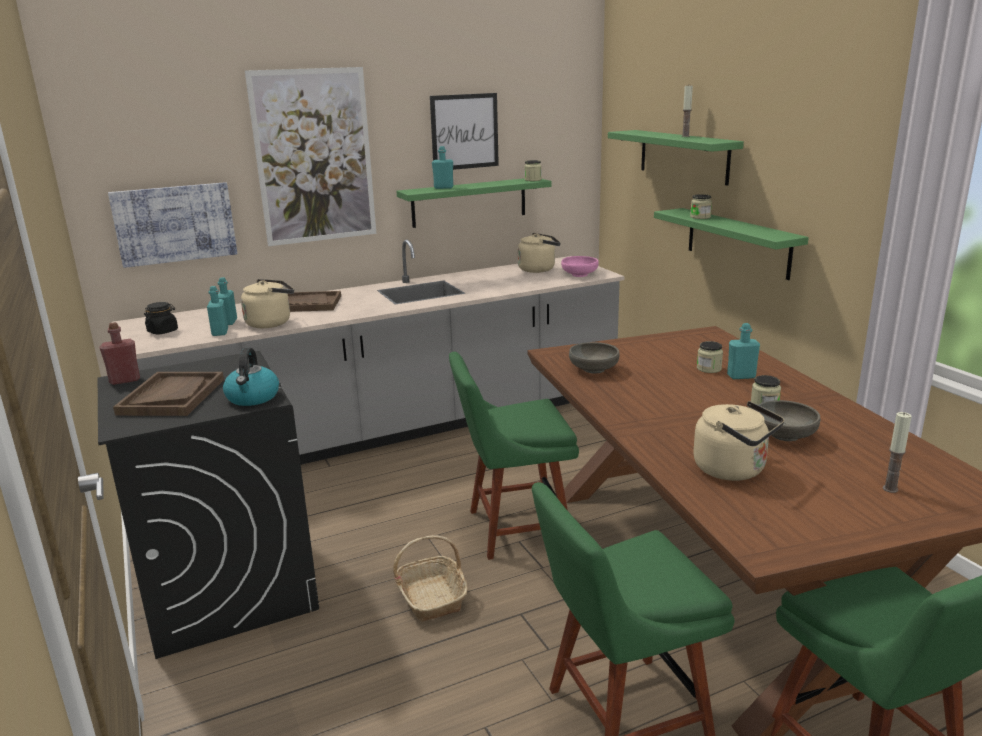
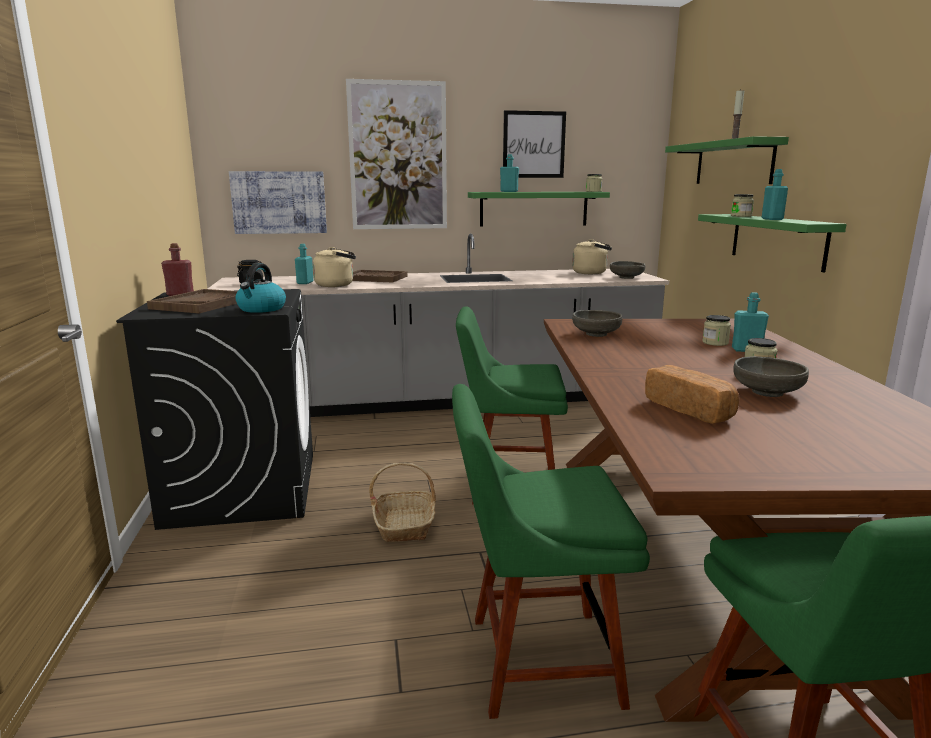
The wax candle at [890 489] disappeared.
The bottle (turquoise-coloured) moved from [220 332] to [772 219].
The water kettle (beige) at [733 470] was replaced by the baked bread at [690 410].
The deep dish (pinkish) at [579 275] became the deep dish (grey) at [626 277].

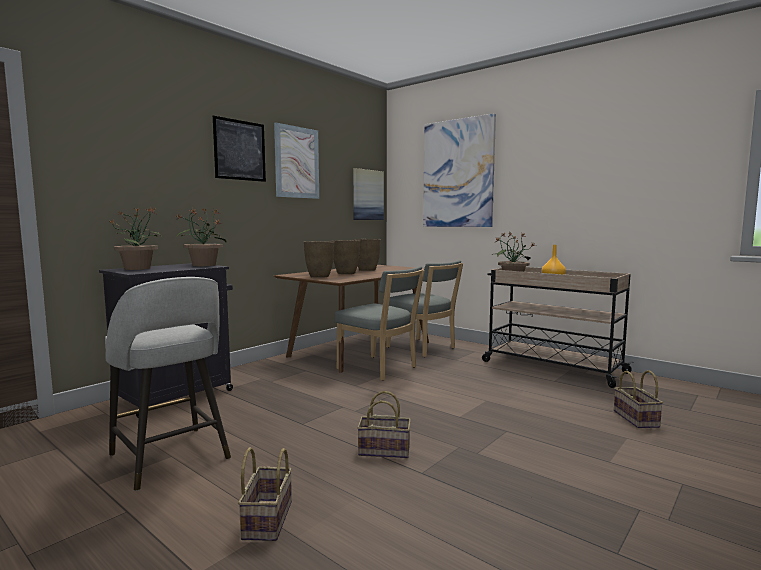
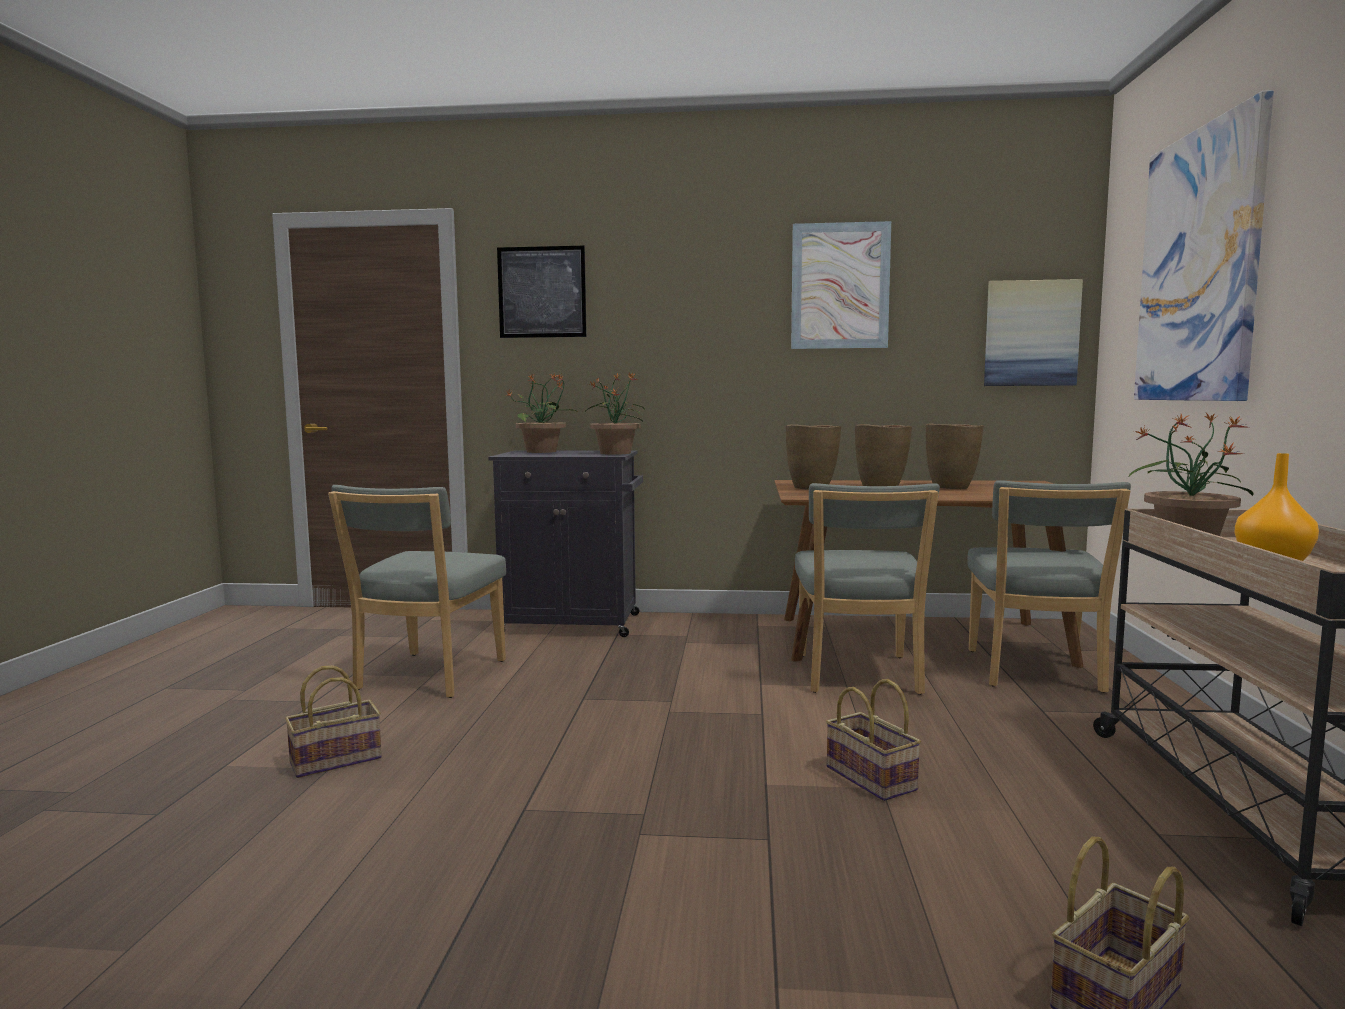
The wall art moved from [240 150] to [542 292].
The basket moved from [385 450] to [873 779].
The stool (grey) at [171 458] was replaced by the upright chair (grey) at [427 677].

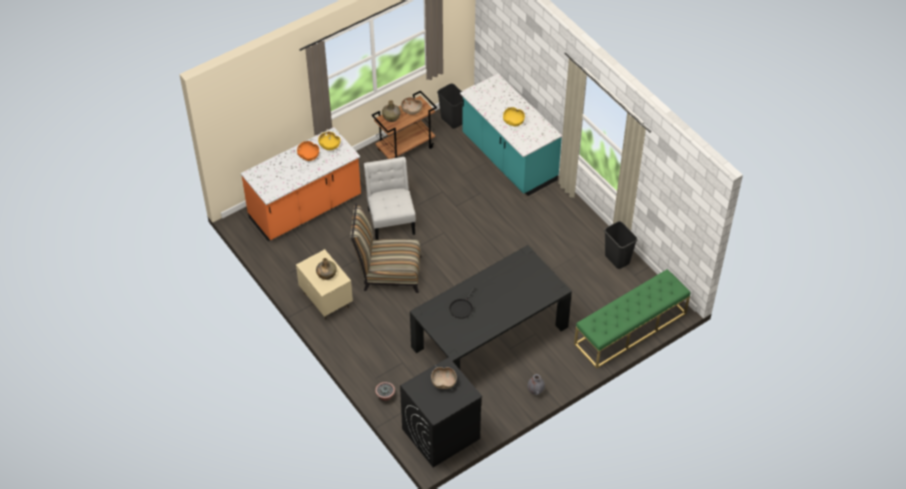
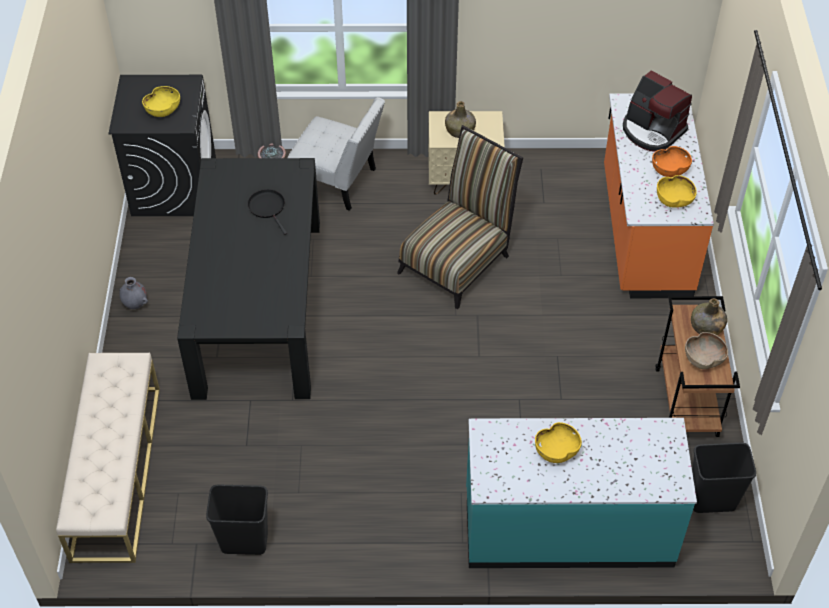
The coffee machine at [652 130] appeared.
The upright chair (white) moved from [391 219] to [338 182].
The deep dish (brownish) at [444 382] became the deep dish (yellowish) at [163 110].
The indoor bench (greenish) at [630 329] became the indoor bench (beige) at [116 471].

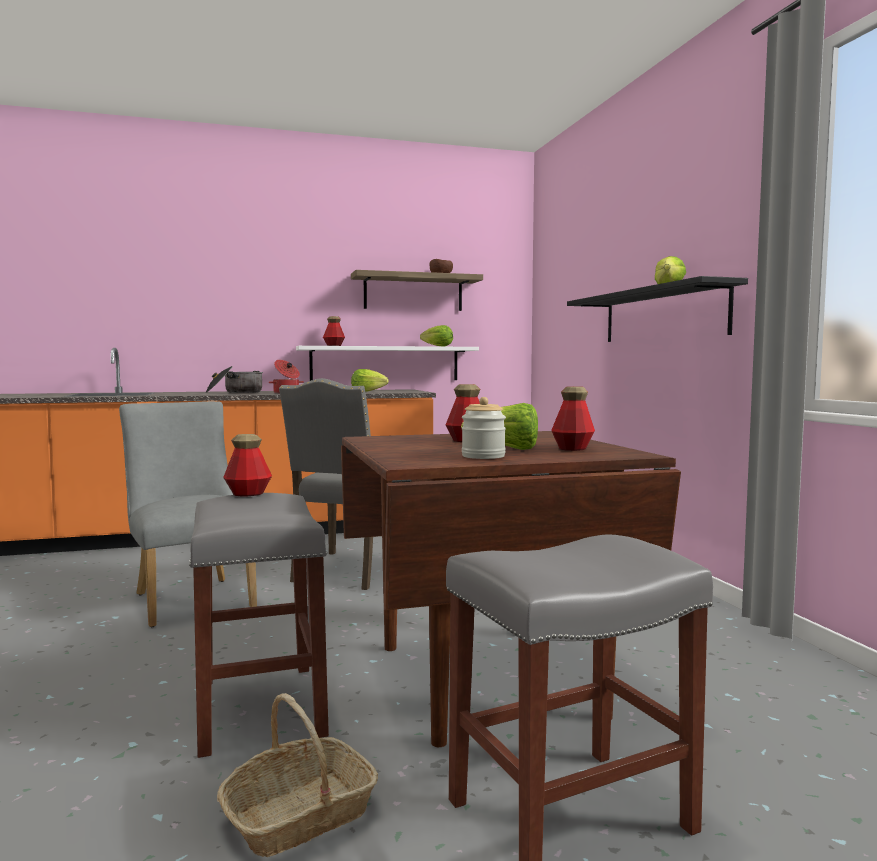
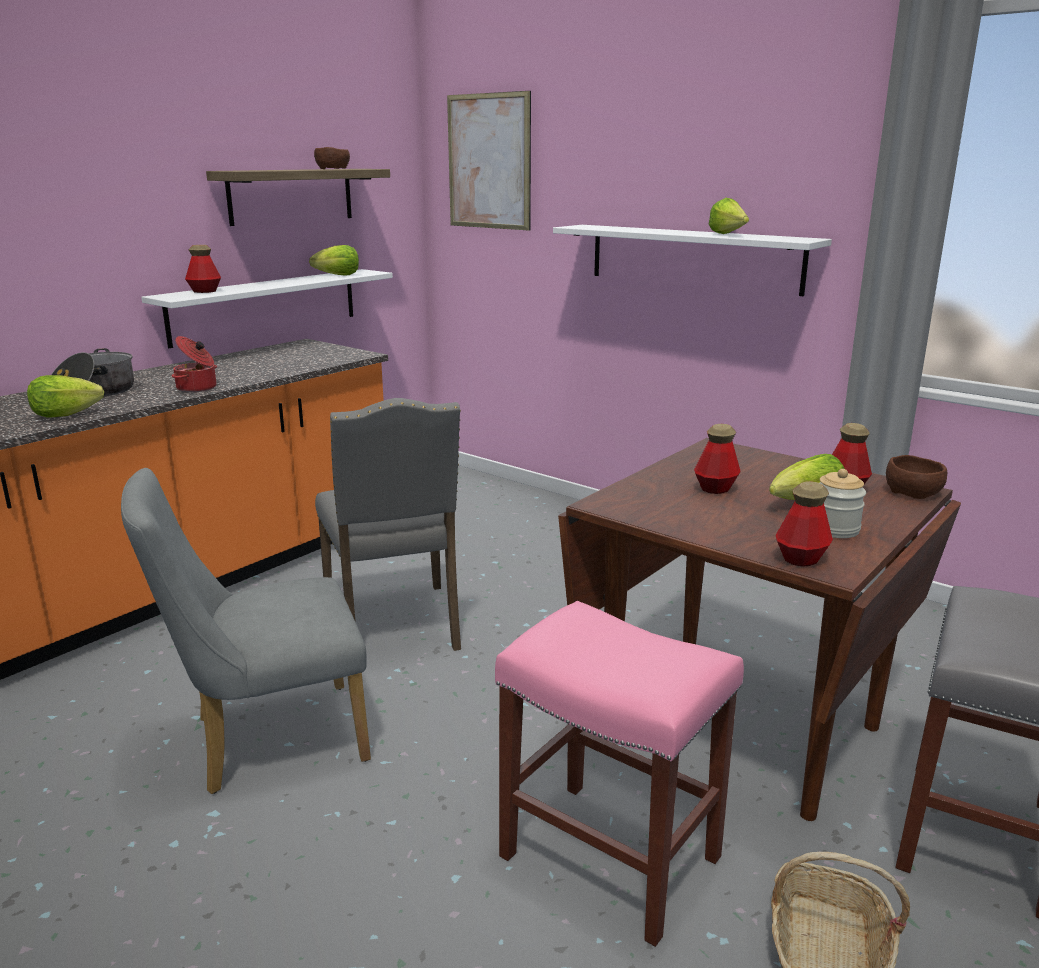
The wall art at [489 162] appeared.
The deep dish (brownish) at [914 492] appeared.
The bottle moved from [248 494] to [801 558].
The head of lettuce moved from [367 391] to [65 415].
The stool (grey) at [258 706] became the stool (pinkish) at [606 856].
The bracket shelf (black-coloured) at [662 315] became the bracket shelf (white) at [693 258].
The upright chair (grey) at [190 598] turned 45 degrees counterclockwise.

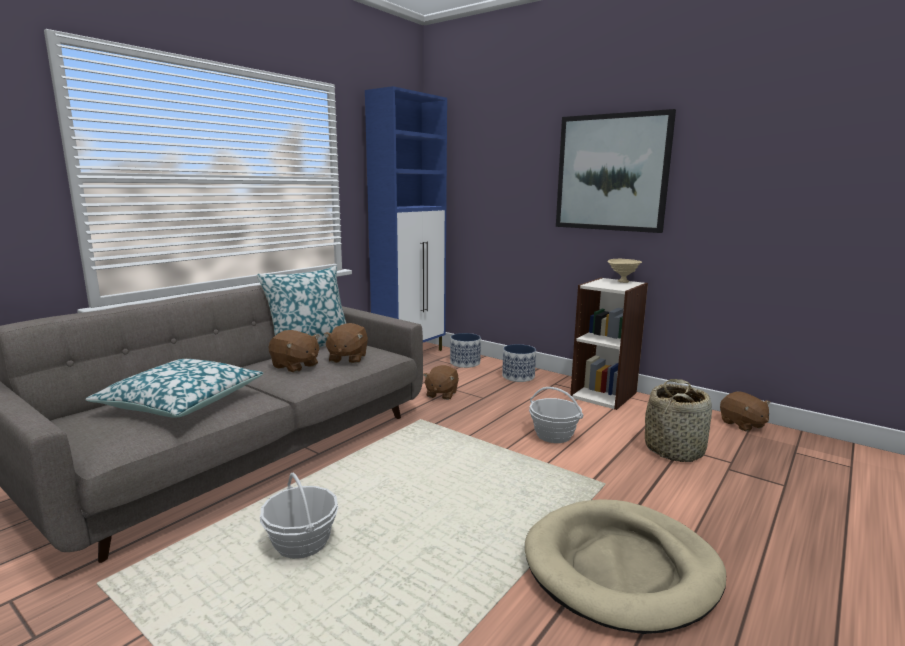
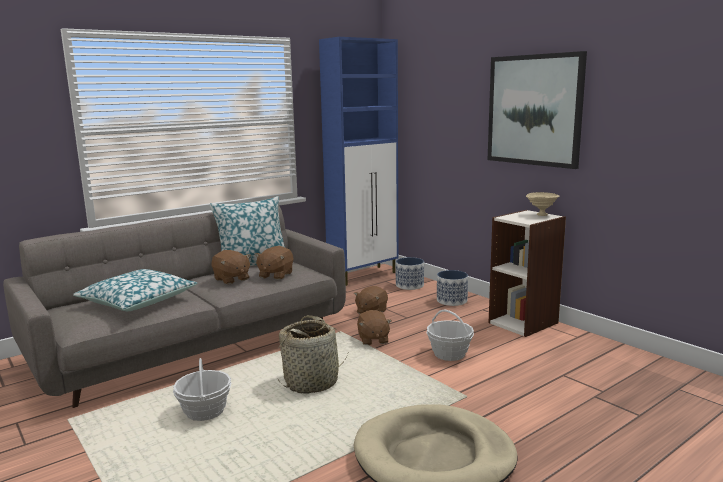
The basket moved from [674 450] to [312 382].
The soft toy (brownish) moved from [742 424] to [373 339].

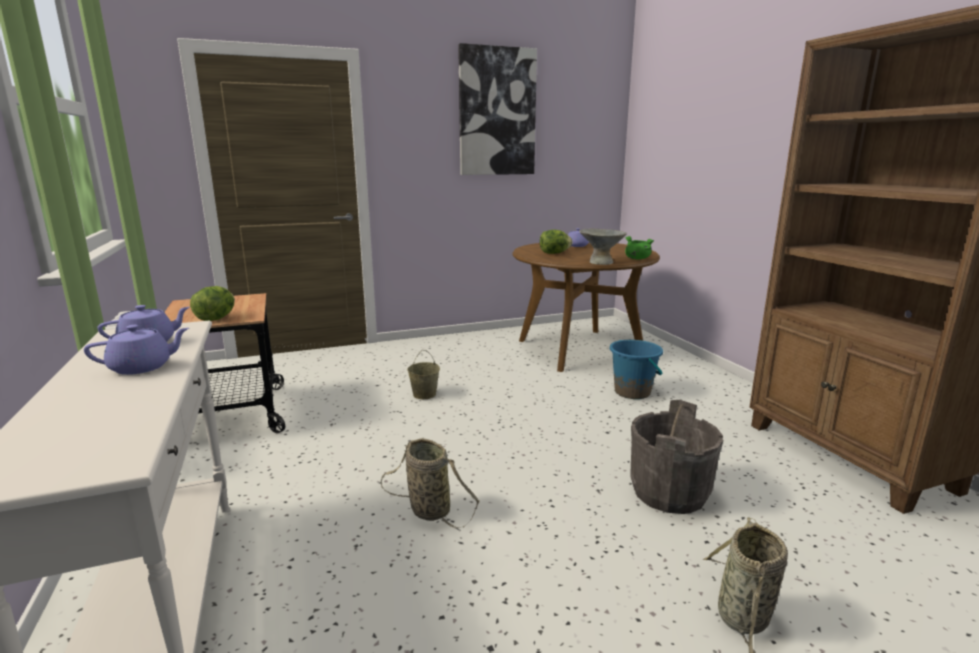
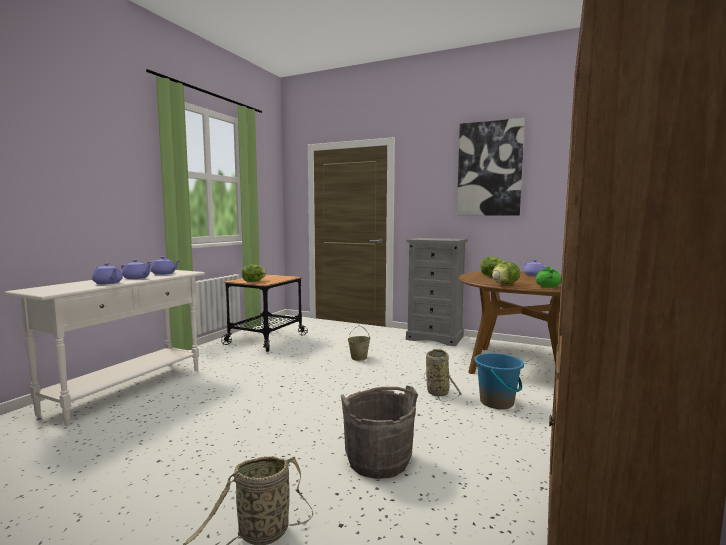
The teapot (purple) at [108 283] appeared.
The chest of drawers (grey) at [435 338] appeared.
The basket moved from [427 509] to [437 392].
The deep dish (grey) at [601 262] was replaced by the head of lettuce at [504 284].

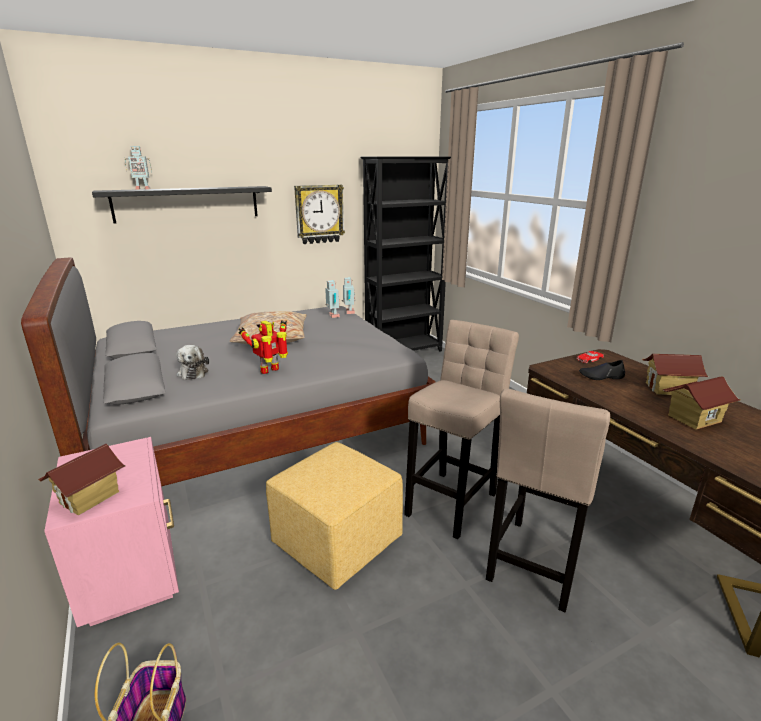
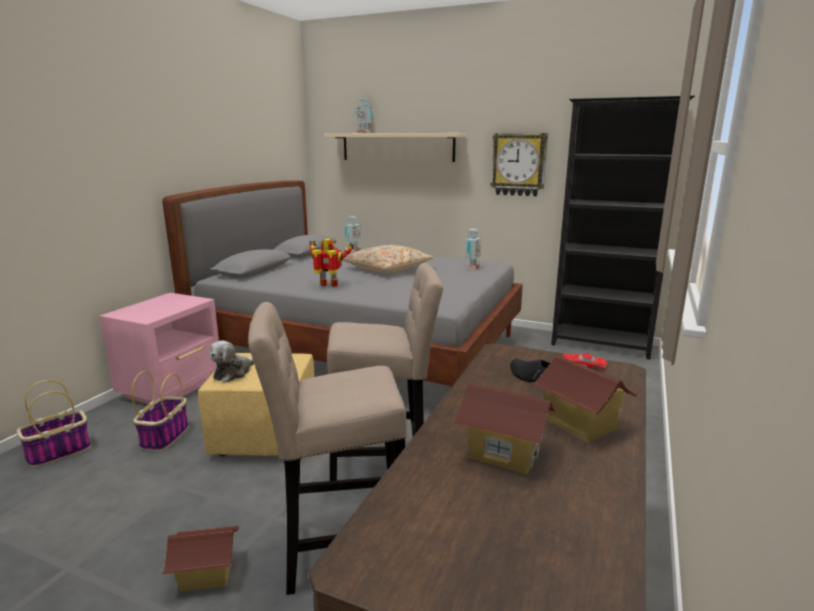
The basket at [165 436] appeared.
The toy house moved from [90 497] to [206 575].
The soft toy moved from [193 372] to [234 372].
The toy robot moved from [348 312] to [353 250].
The bracket shelf (black-coloured) at [187 204] became the bracket shelf (beige) at [397 147].

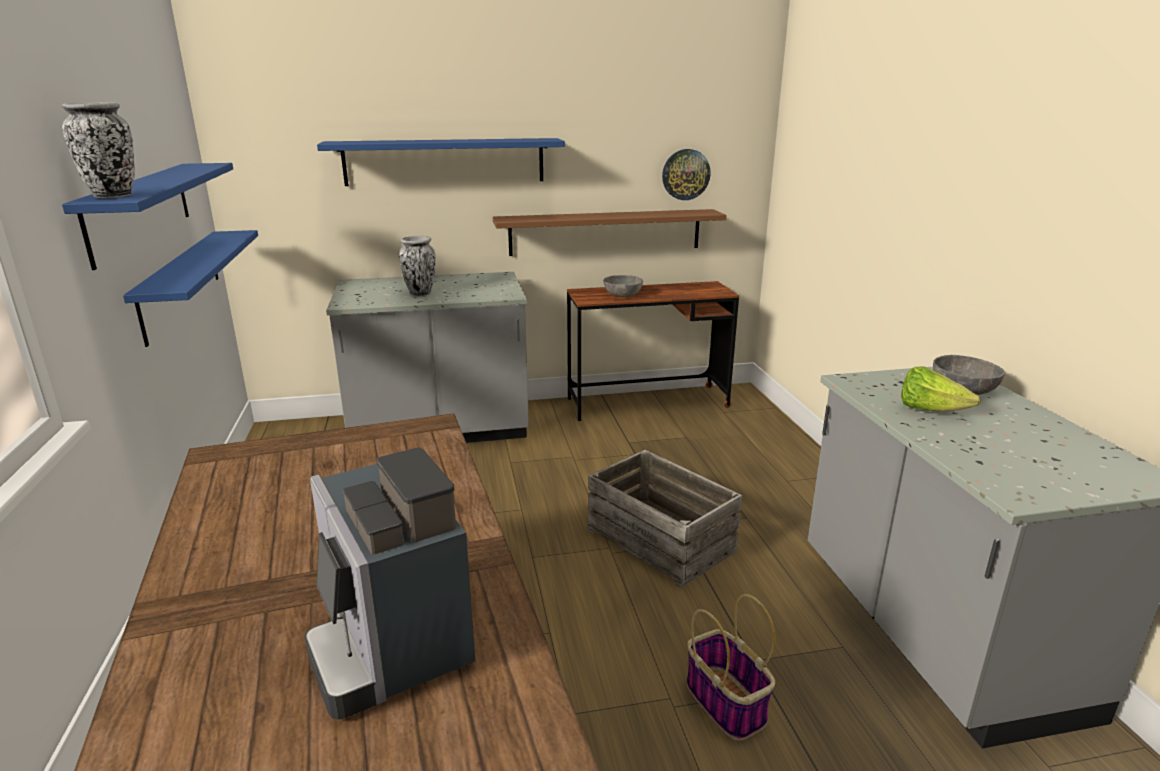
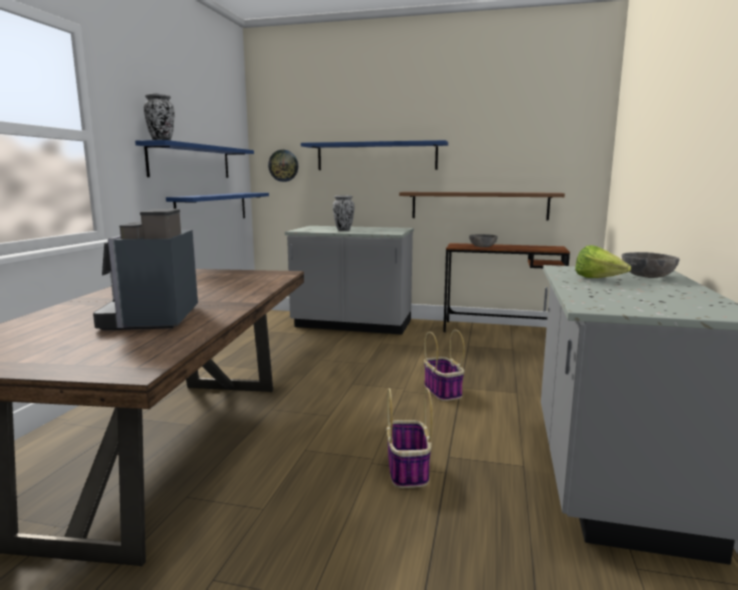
The clock on the wall moved from [685 174] to [283 165].
The crate at [661 539] was replaced by the basket at [443 391].

